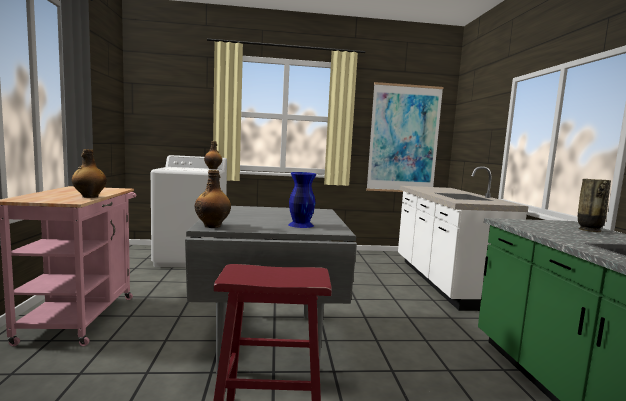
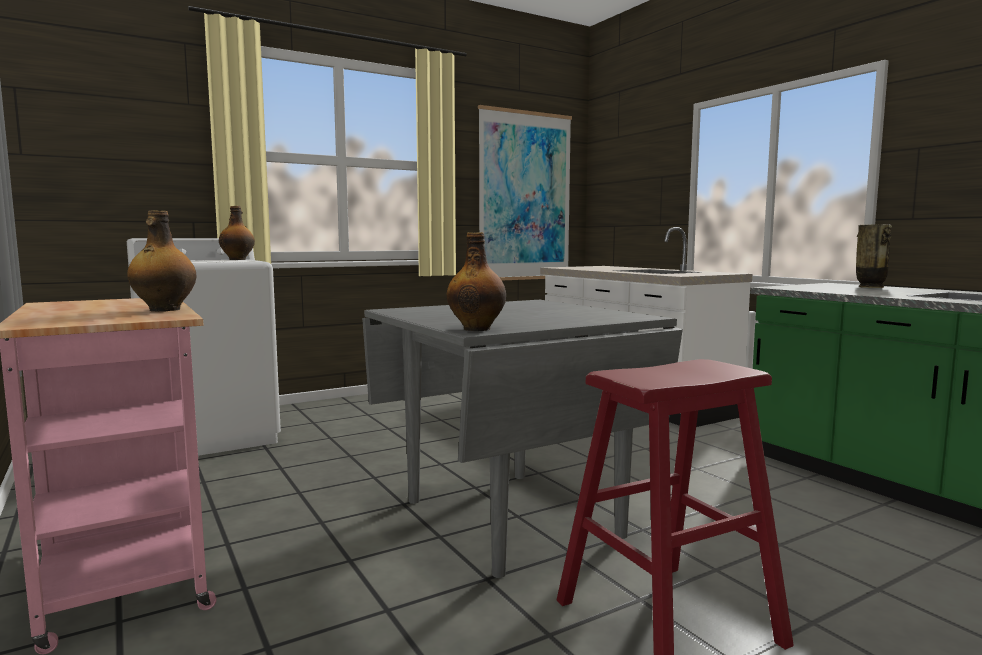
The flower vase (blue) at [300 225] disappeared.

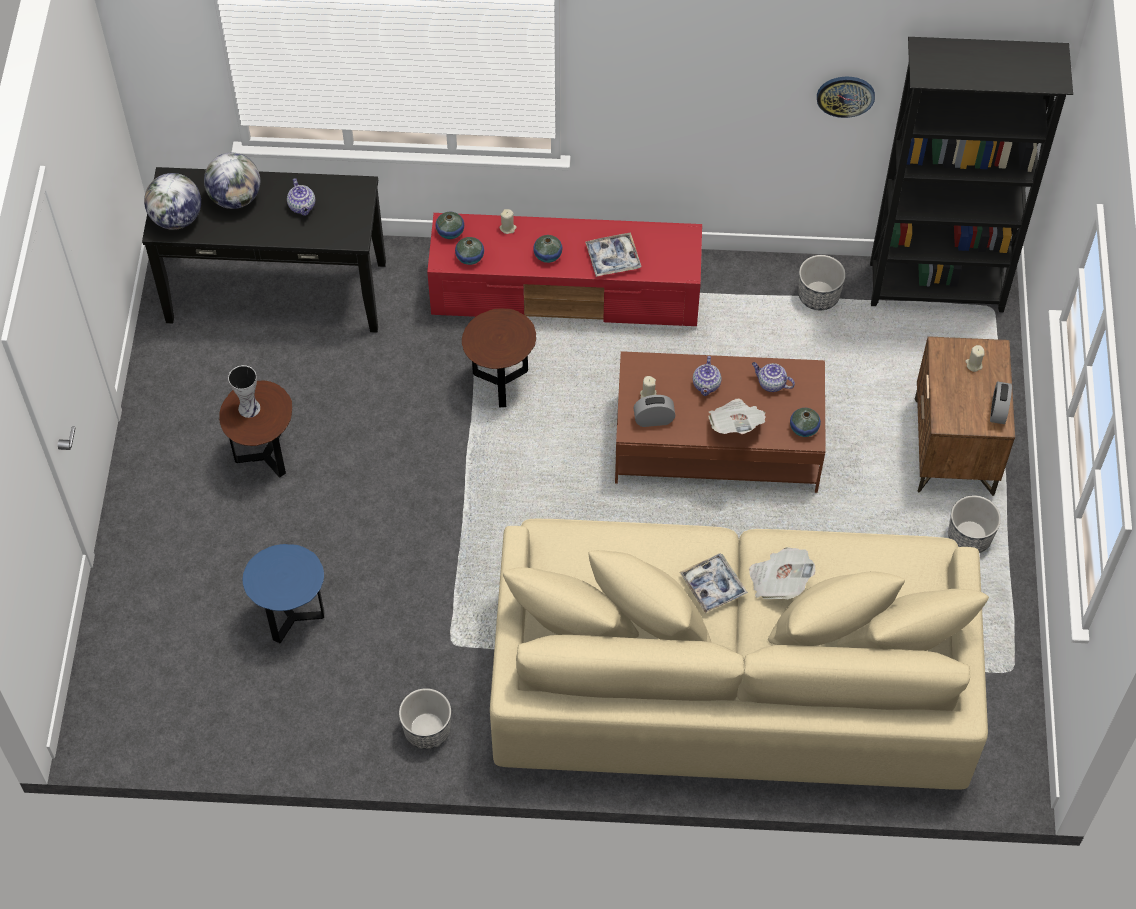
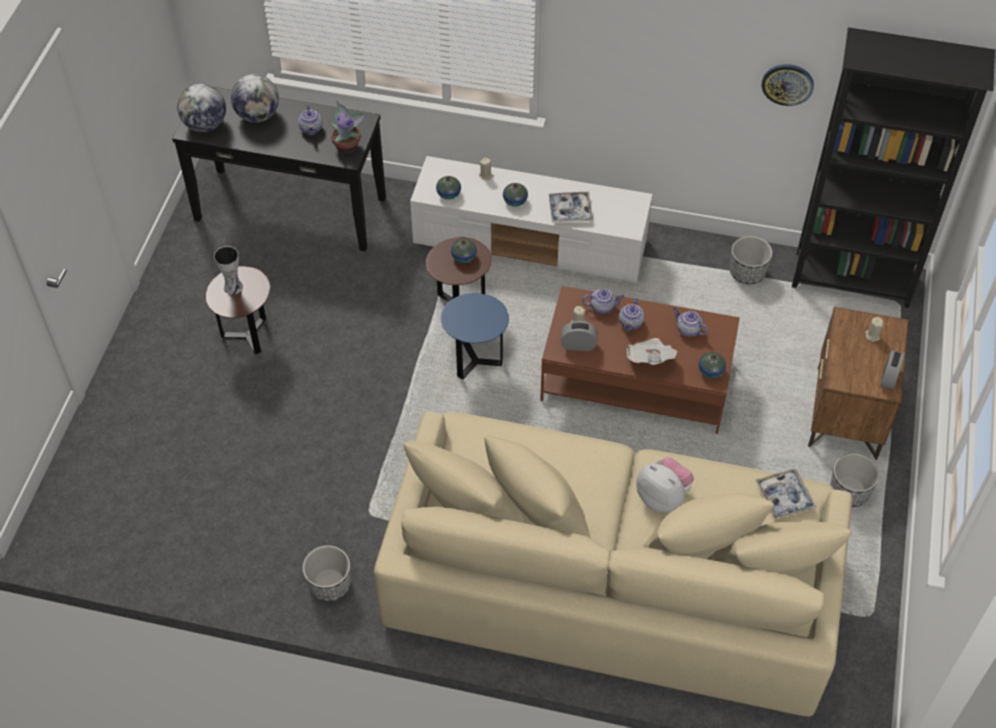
The plant in a pot at [348 146] appeared.
The teapot at [602 307] appeared.
The side table (blue) moved from [292 617] to [475 362].
The flower vase moved from [450 232] to [464 257].
The serving tray moved from [713 586] to [784 497].
The daily paper at [779 581] was replaced by the soft toy at [663 497].
The tv stand (red) at [567 293] became the tv stand (white) at [532 242].

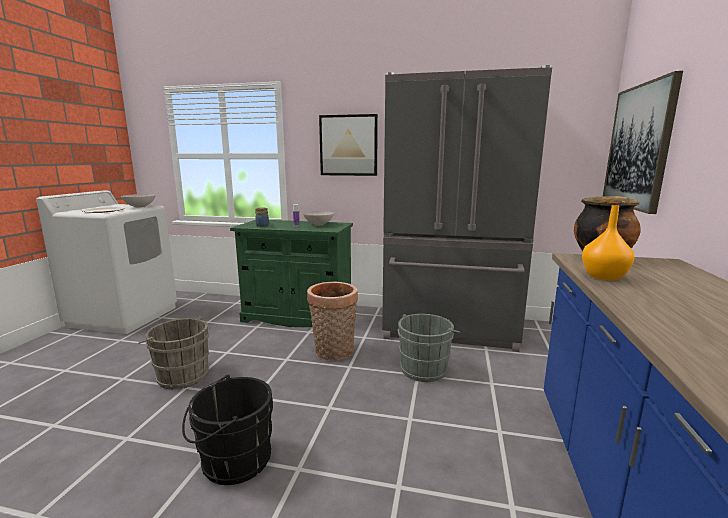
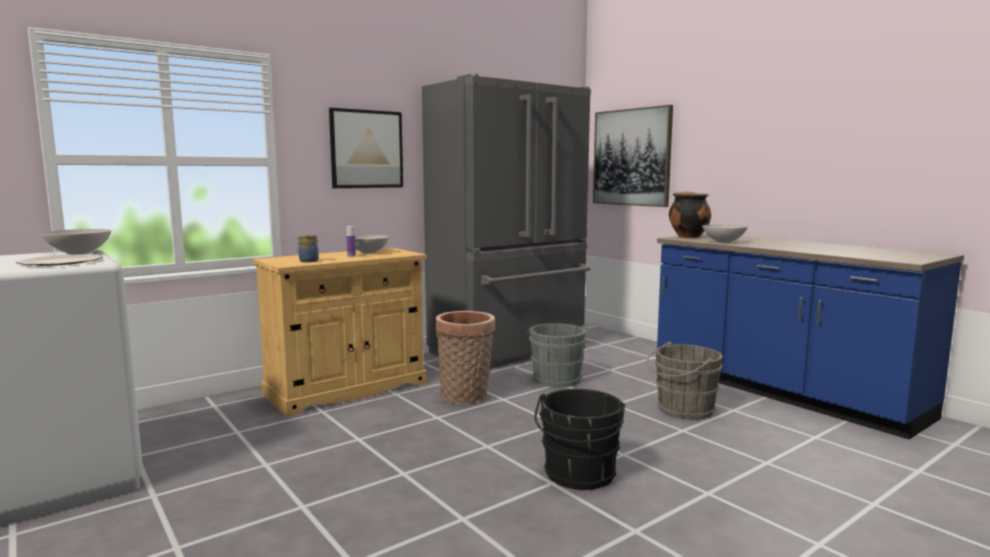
The bucket (grey) moved from [181 375] to [682 410].
The flower vase (orange) at [604 277] was replaced by the deep dish (white) at [723 242].
The cupboard (greenish) at [298 317] became the cupboard (beige) at [346 389].

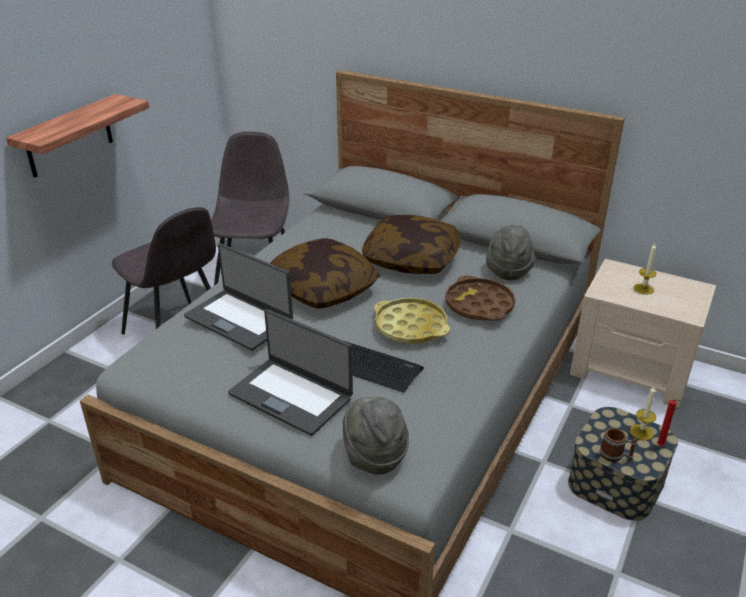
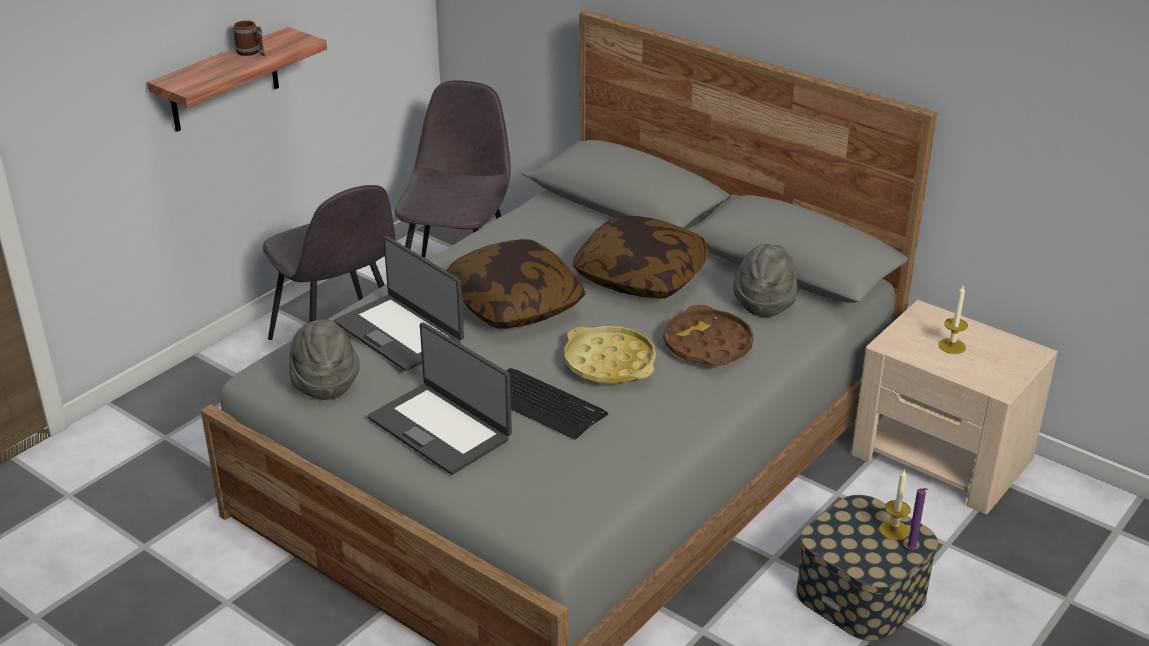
The wearable hat (grey) moved from [374 455] to [325 384].
The mug moved from [615 456] to [251 52].
The wax candle (red) at [661 446] became the wax candle (purple) at [912 550].

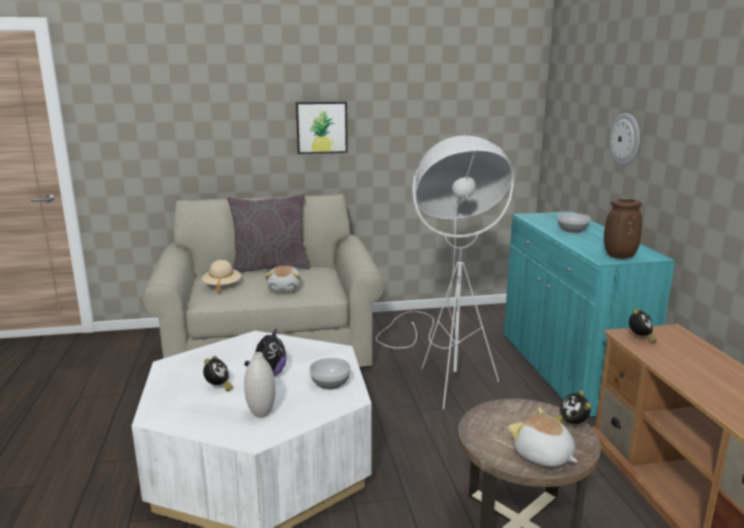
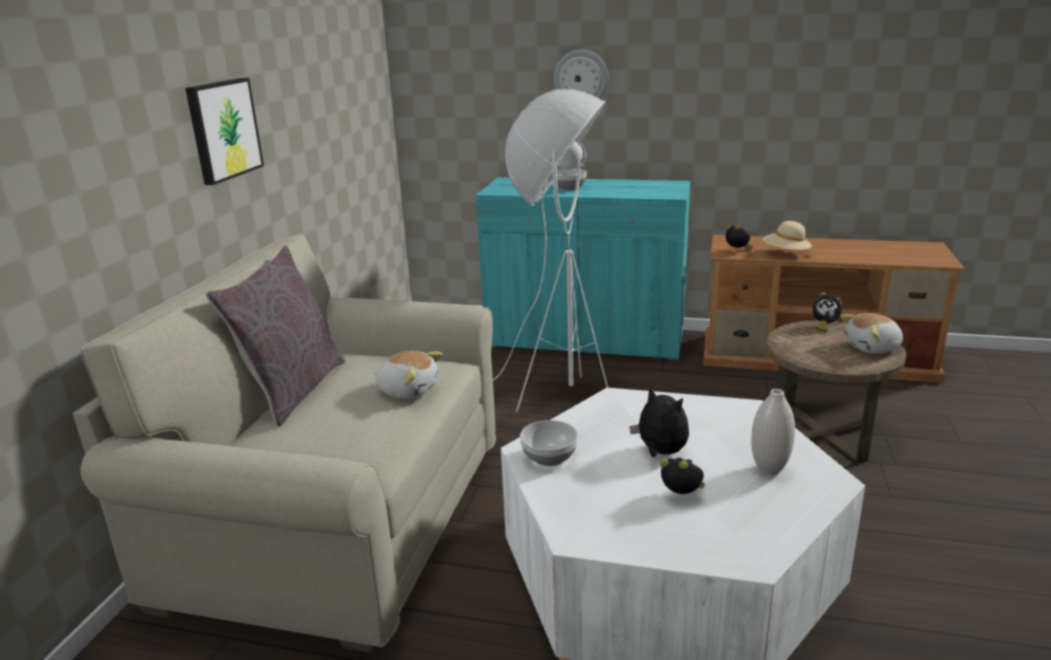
The flower vase (brownish) at [619 256] disappeared.
The wearable hat (beige) moved from [222 286] to [785 253].
The deep dish moved from [331 384] to [550 457].

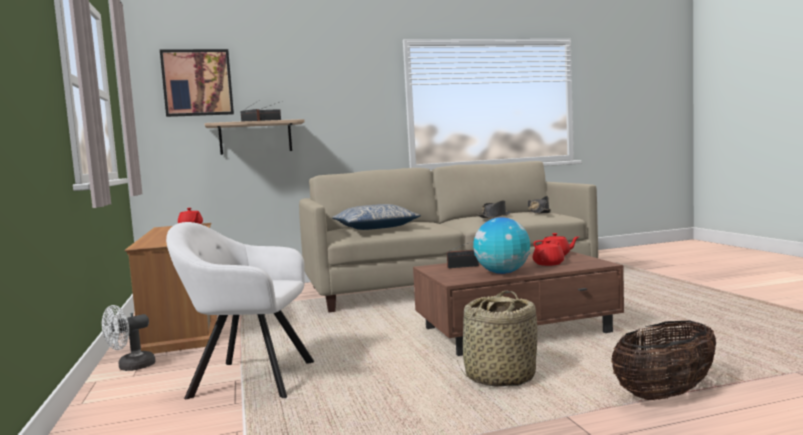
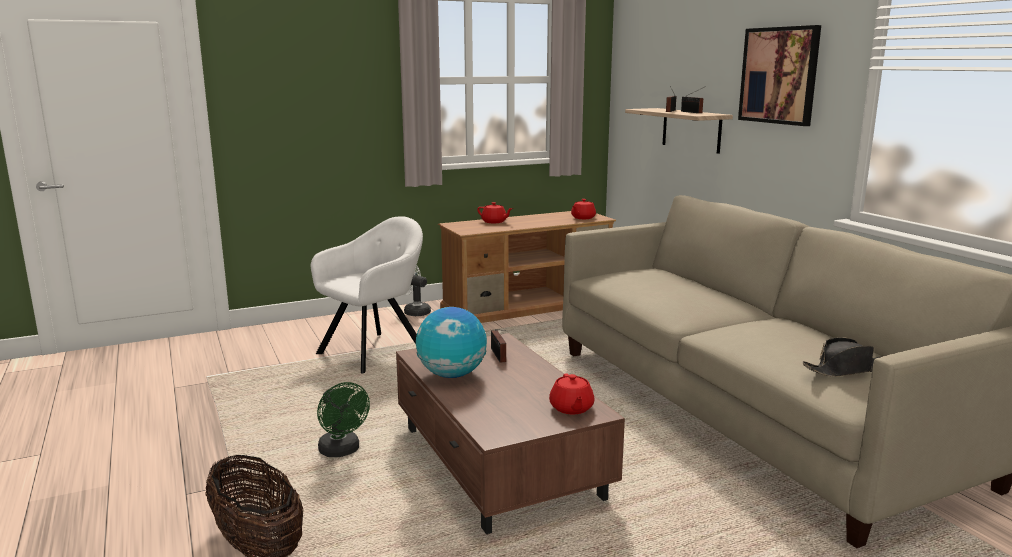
The throw pillow at [375 227] disappeared.
The wearable hat (black-coloured) at [494 216] disappeared.
The wall art moved from [197 83] to [779 75].
The teapot (red) moved from [549 263] to [494 222].
The basket at [499 377] was replaced by the fan (greenish) at [342 451].
The easy chair (white) at [247 379] turned 45 degrees clockwise.

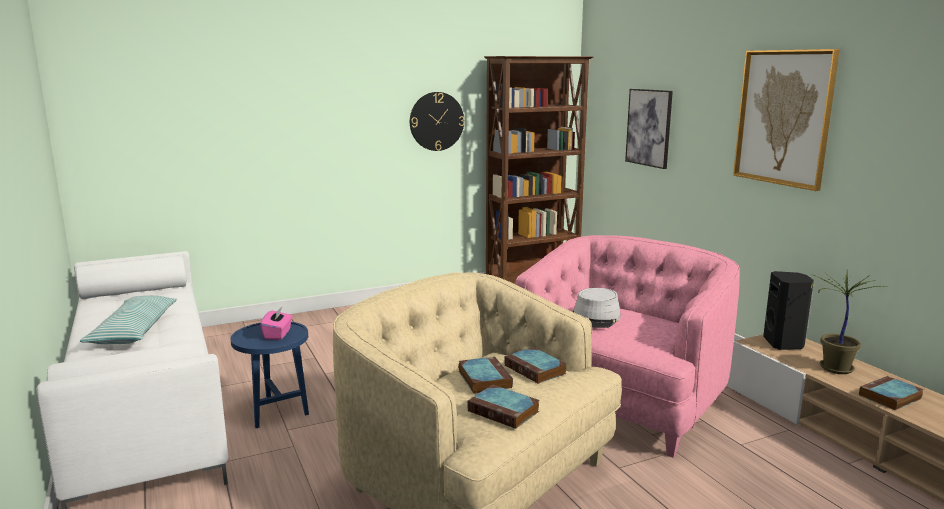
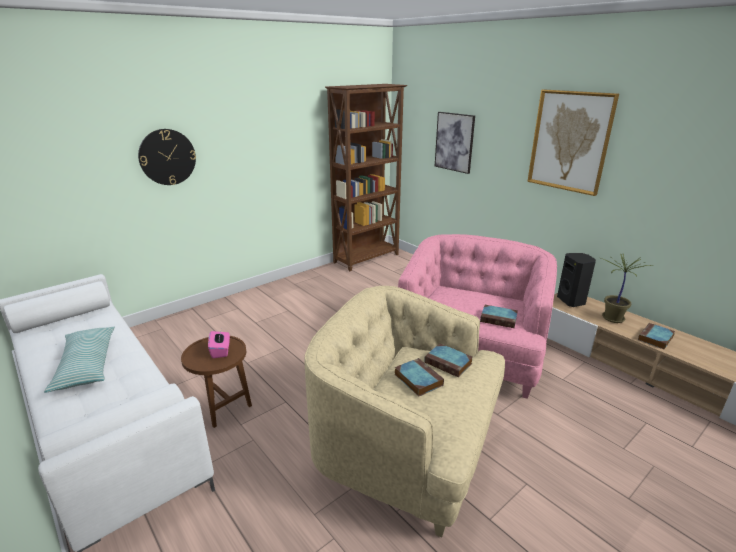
The wearable hat (grey) at [594 318] disappeared.
The clock on the wall moved from [436 121] to [167 157].
The book moved from [505 411] to [499 319].
The side table (blue) at [276 411] became the side table (brownish) at [223 407].

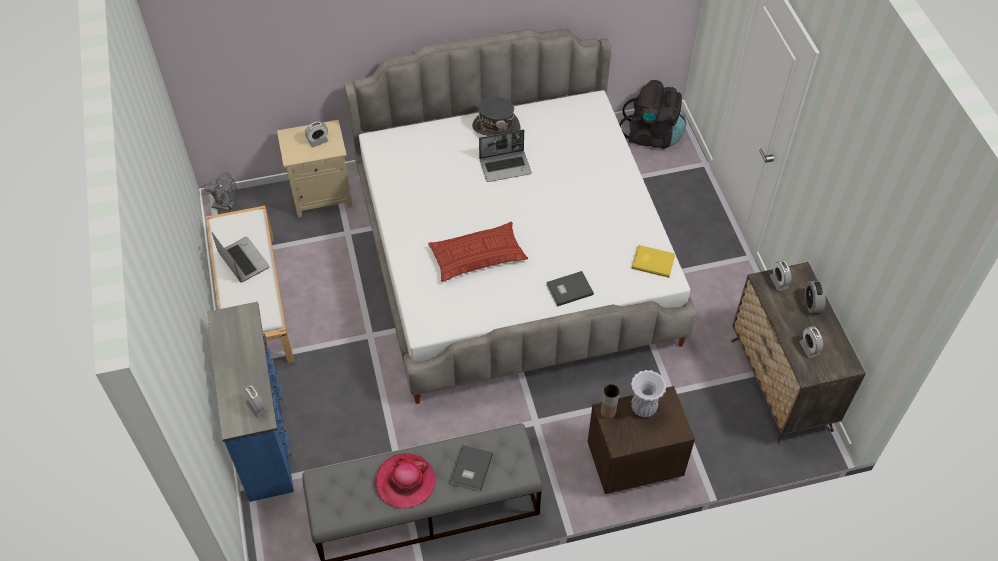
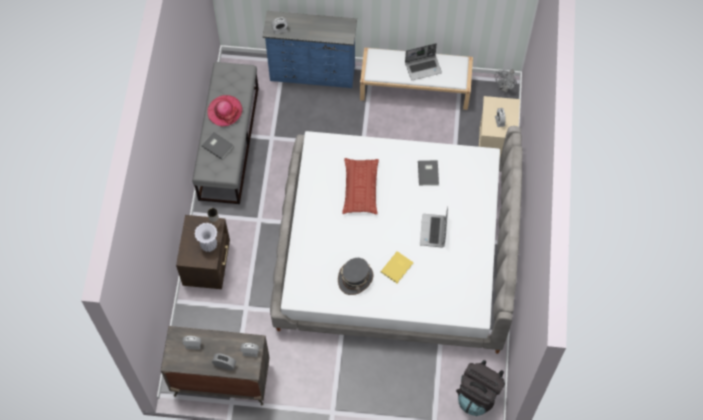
The wearable hat (grey) moved from [496 127] to [355 279].
The book (grey) moved from [568 289] to [429 173].
The book (yellowish) moved from [652 261] to [397 268].

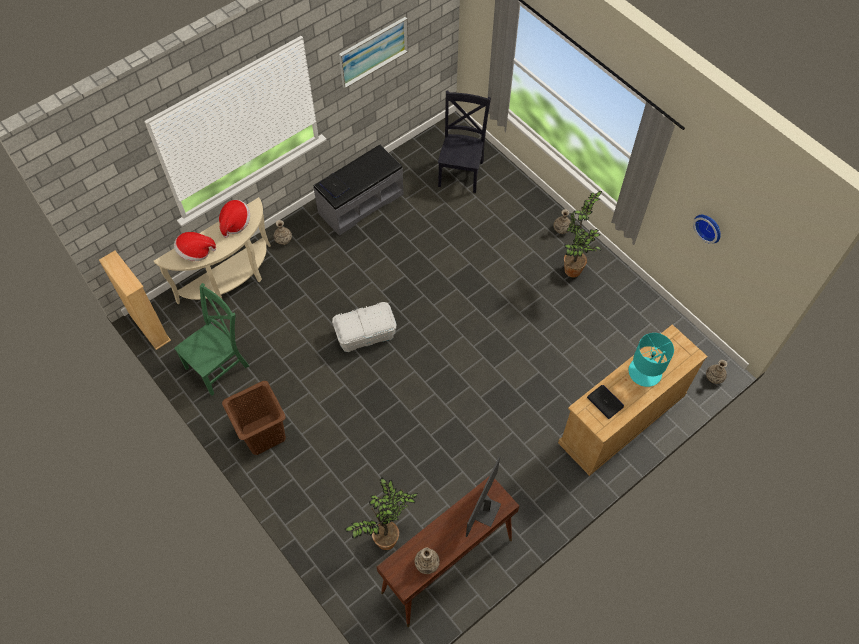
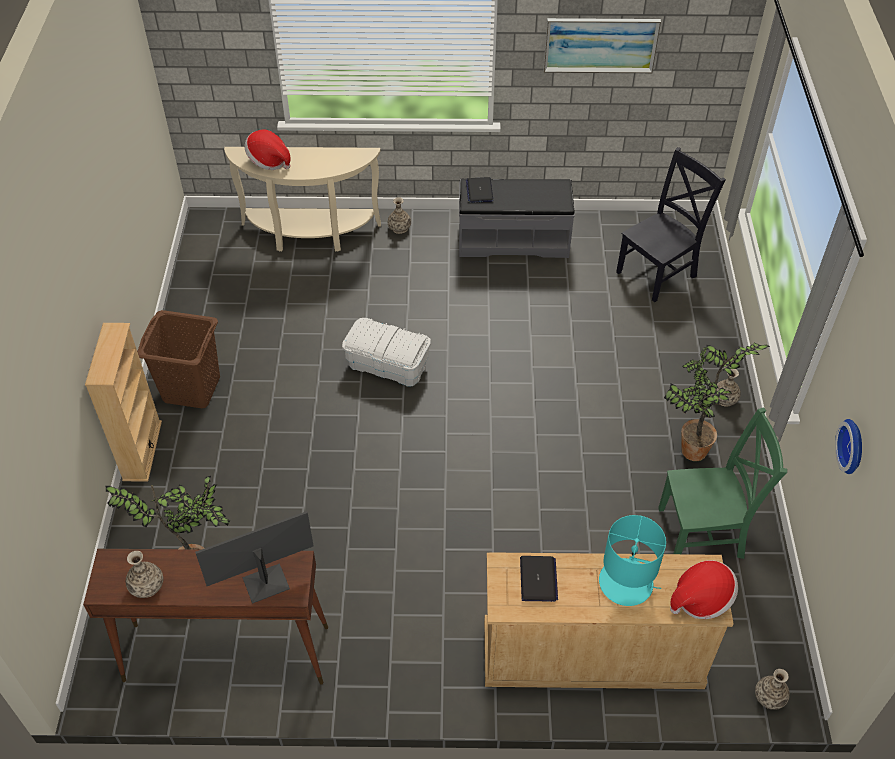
The bookcase (beige) moved from [150 328] to [142 450].
The upright chair (greenish) moved from [219 365] to [704 532].
The wearable hat moved from [235 223] to [701 599].

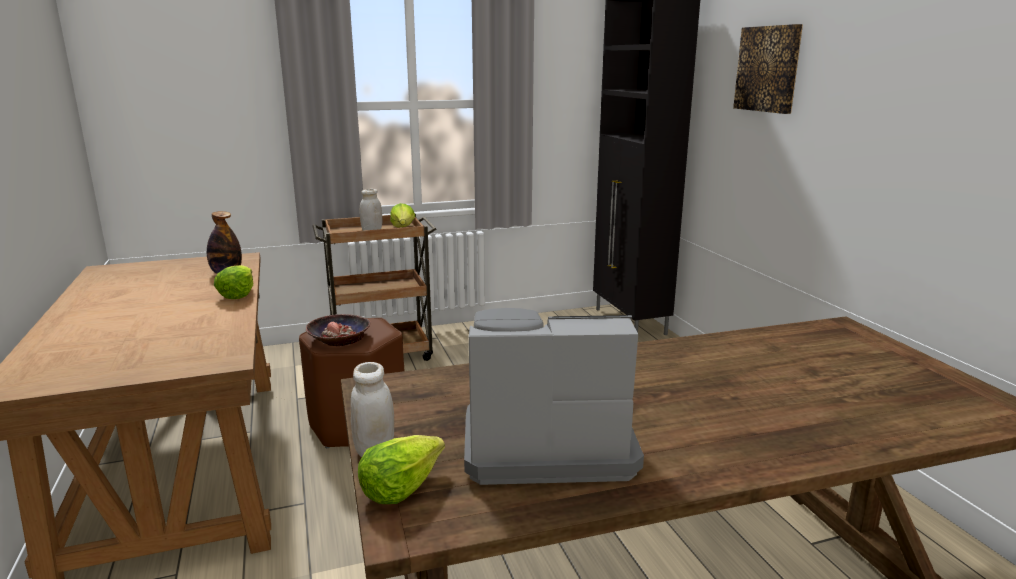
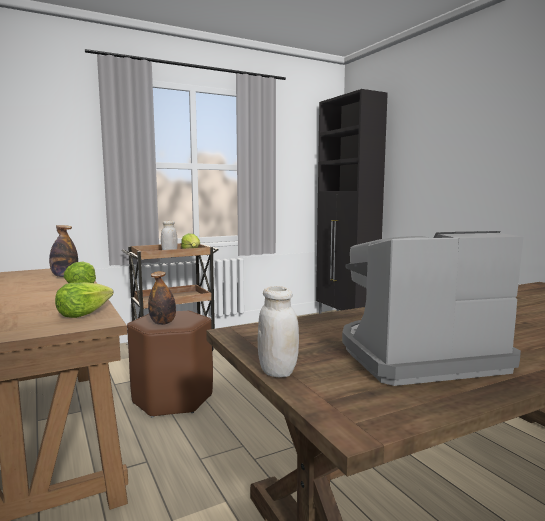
The wall art at [768 69] disappeared.
The head of lettuce moved from [400 487] to [84 313].
The deep dish at [339 338] was replaced by the bottle at [163 323].

